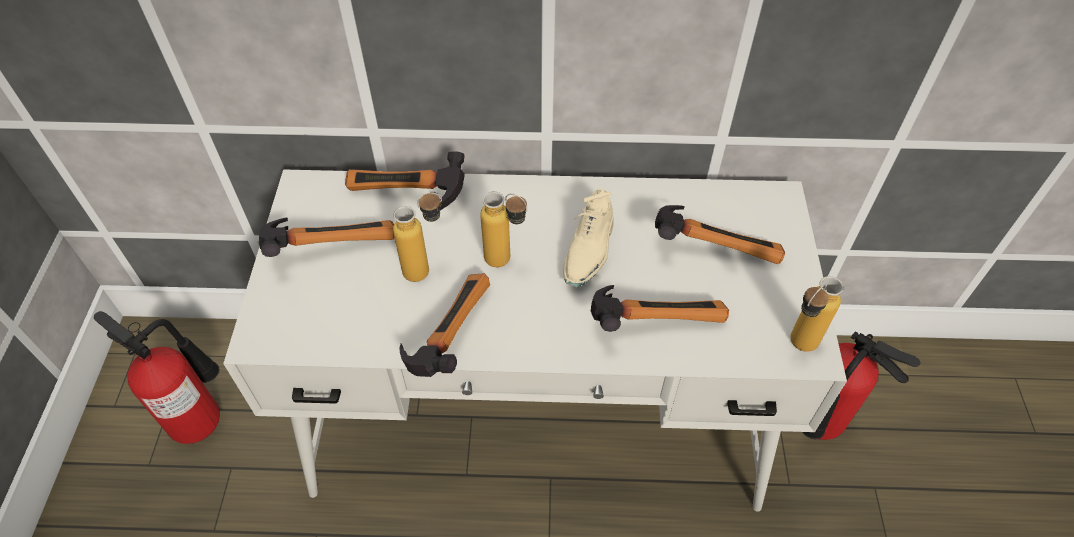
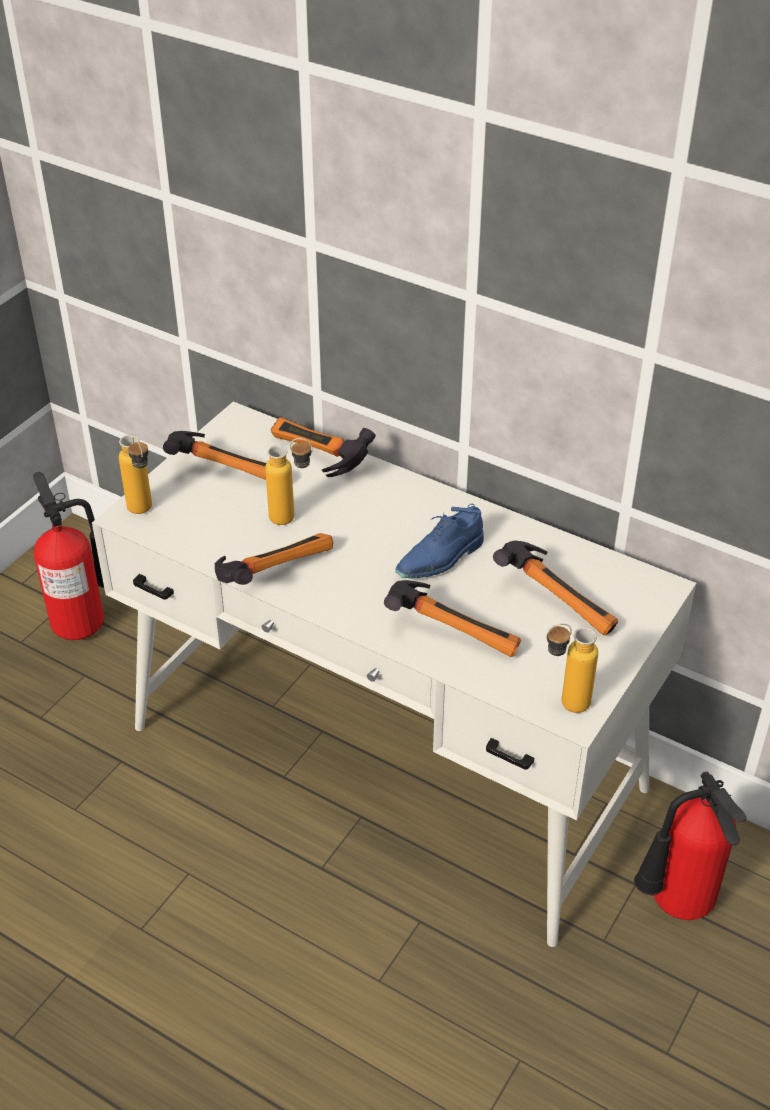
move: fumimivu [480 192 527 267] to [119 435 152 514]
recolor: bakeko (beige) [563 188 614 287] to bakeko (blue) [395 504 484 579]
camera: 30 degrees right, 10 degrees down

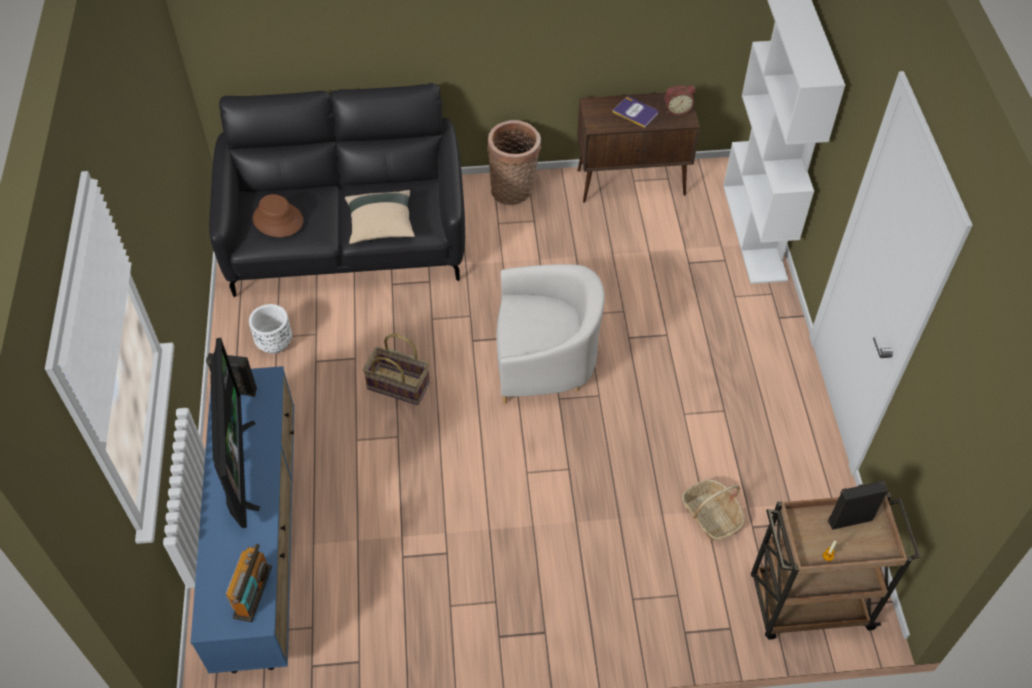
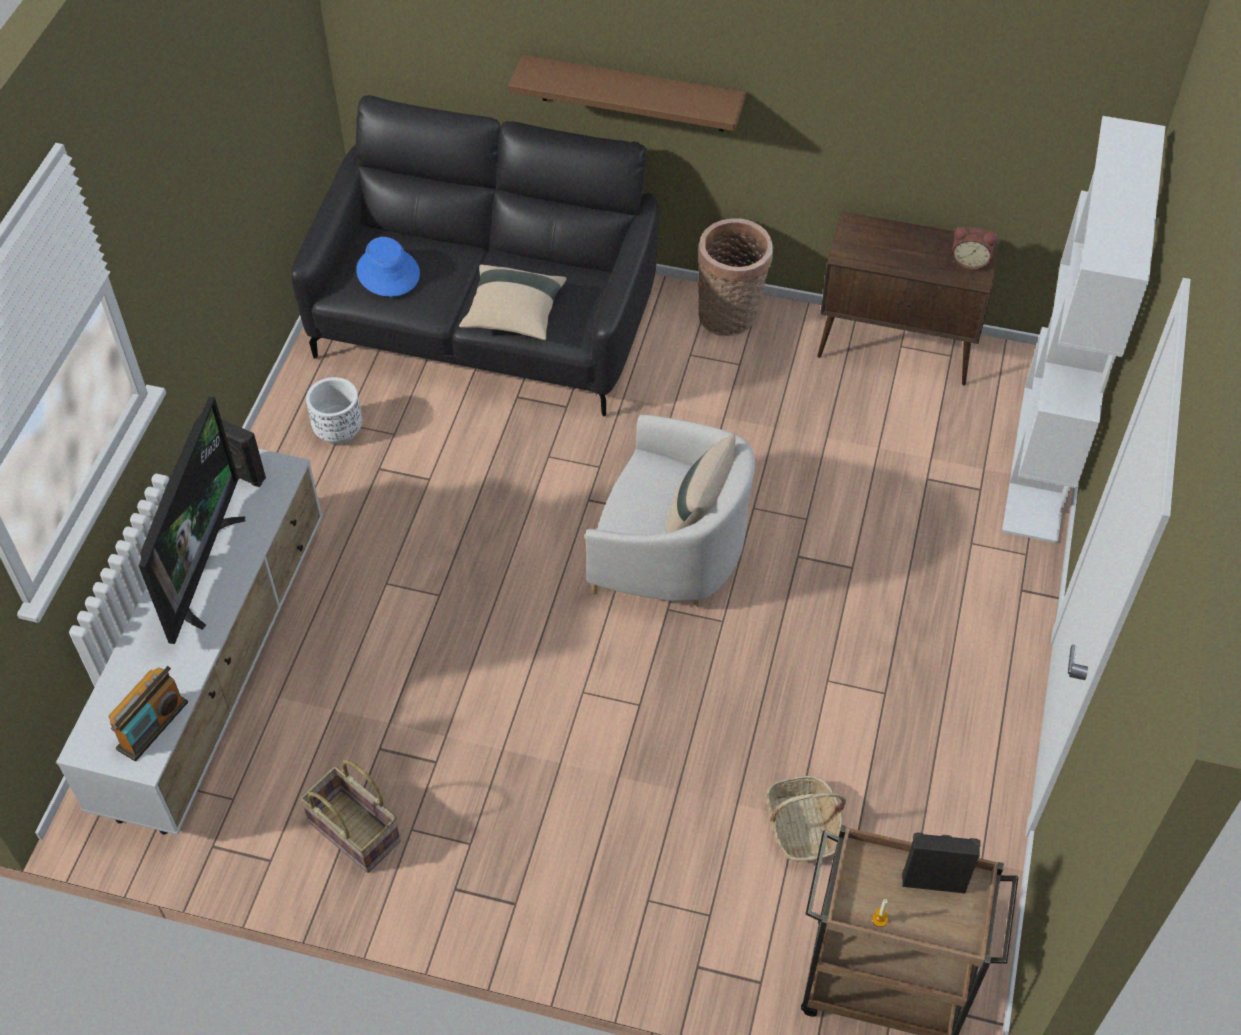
delete: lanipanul [613 97 658 128]
insert: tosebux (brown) [508 55 746 132]; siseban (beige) [665 434 736 533]
move: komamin [363 334 430 405] to [300 760 401 873]
recolor: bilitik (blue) [191 366 294 674] to bilitik (white) [56 449 323 835]; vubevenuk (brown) [253 194 303 237] to vubevenuk (blue) [356 237 420 297]
camera: 20 degrees right, 0 degrees up

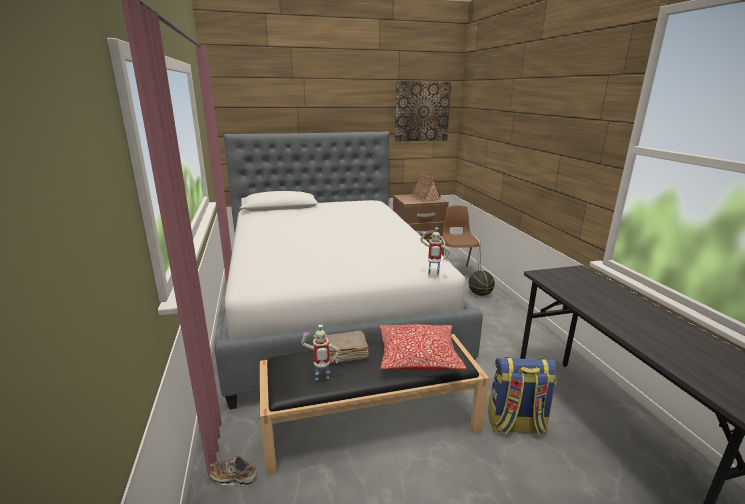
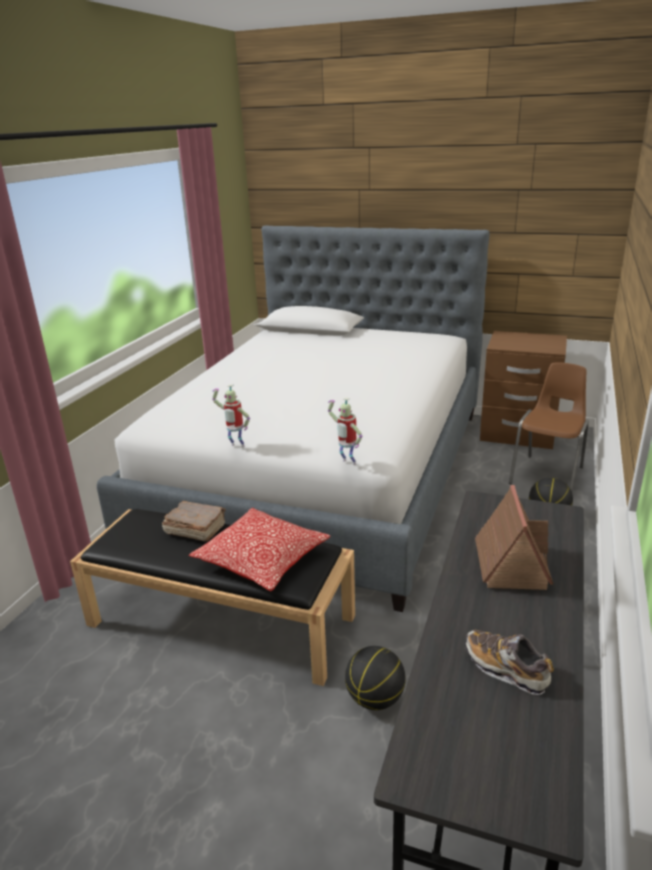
delete: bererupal [395 81 451 141]
move: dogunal [301 325 340 380] to [212 384 250 447]; bakeko [208 455 257 486] to [465 630 554 695]; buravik [412 174 441 202] to [475 485 554 590]
replace: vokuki [488 357 556 436] to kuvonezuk [345 646 406 710]
camera: 35 degrees right, 5 degrees up

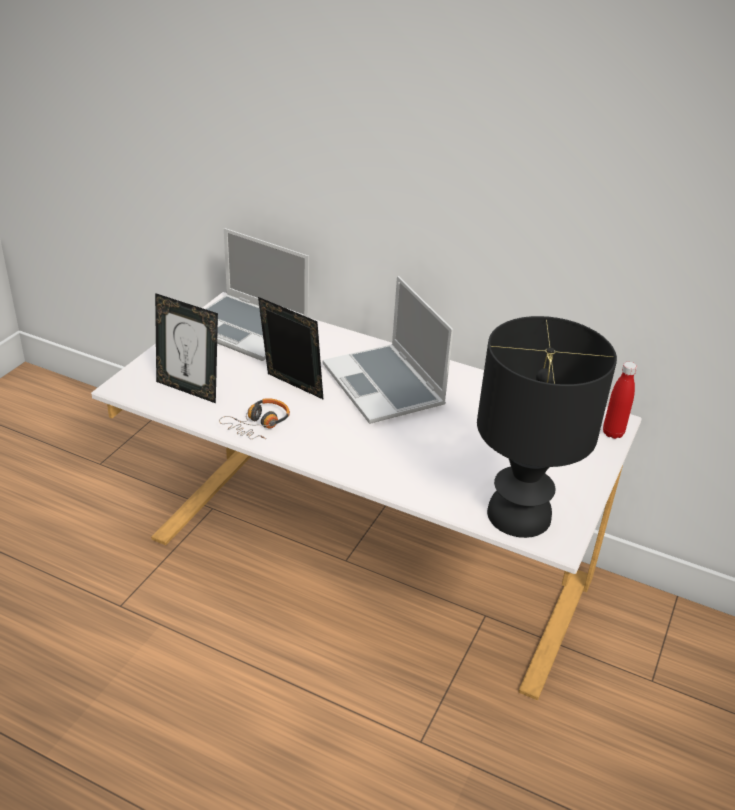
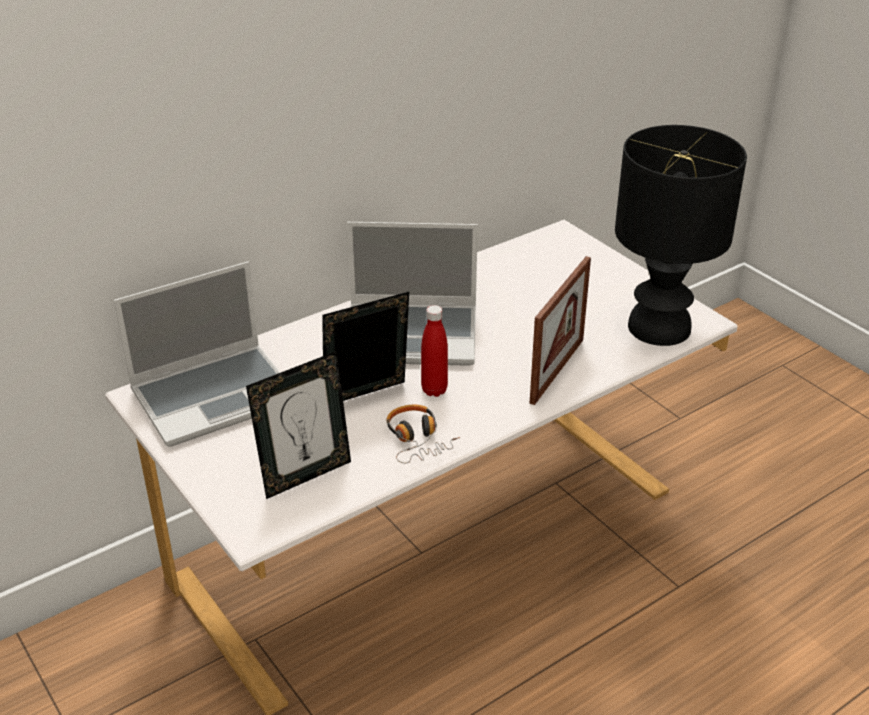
insert: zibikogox [530 256 591 405]
move: fumimivu (red) [603 362 637 439] to [421 305 448 397]
camera: 60 degrees left, 0 degrees up

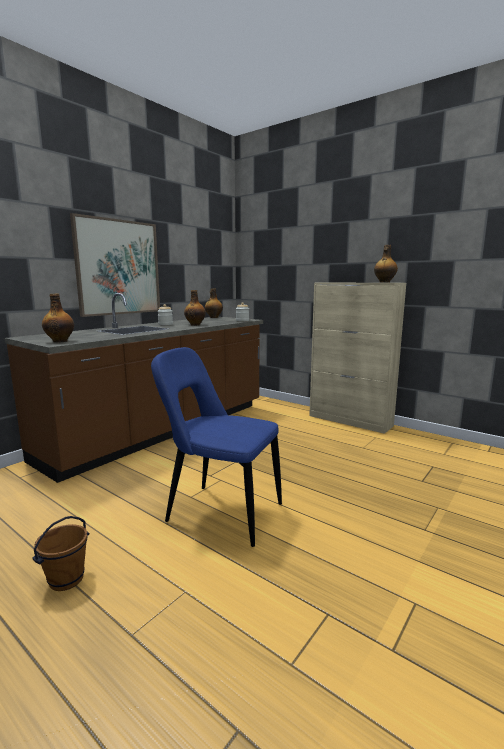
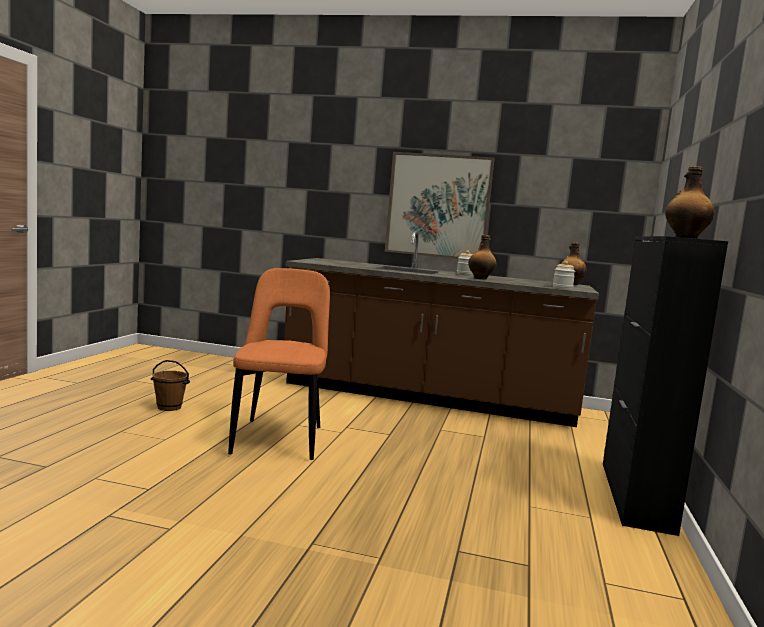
delete: fumimivu [42 293 74 343]
recolor: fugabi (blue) [151 347 282 547] to fugabi (orange) [228 268 330 460]; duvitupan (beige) [309 283 406 434] to duvitupan (black) [603 236 728 536]
camera: 65 degrees right, 5 degrees down

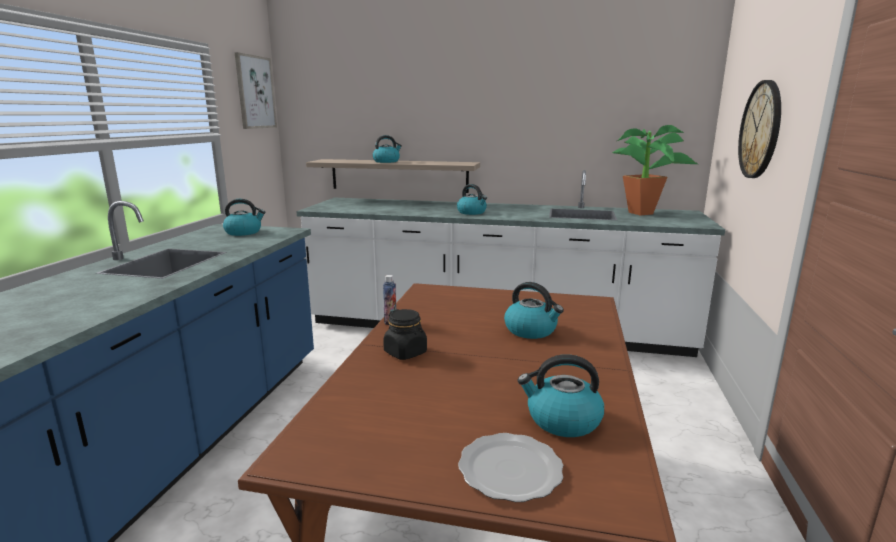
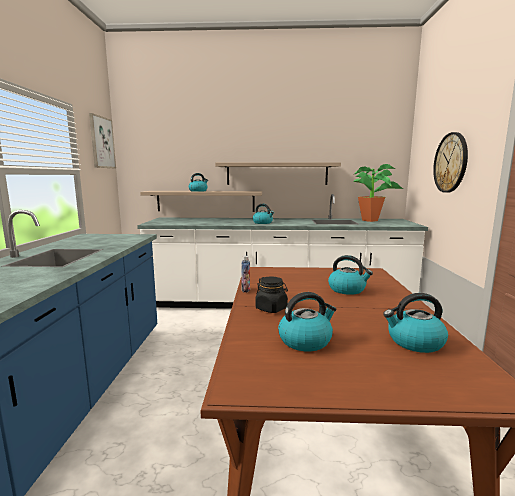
delete: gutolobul [458 433 563 502]
insert: tosebux [215 162 341 185]
move: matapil [223 199 265 236] to [278 292 337 351]
camera: 10 degrees left, 5 degrees down

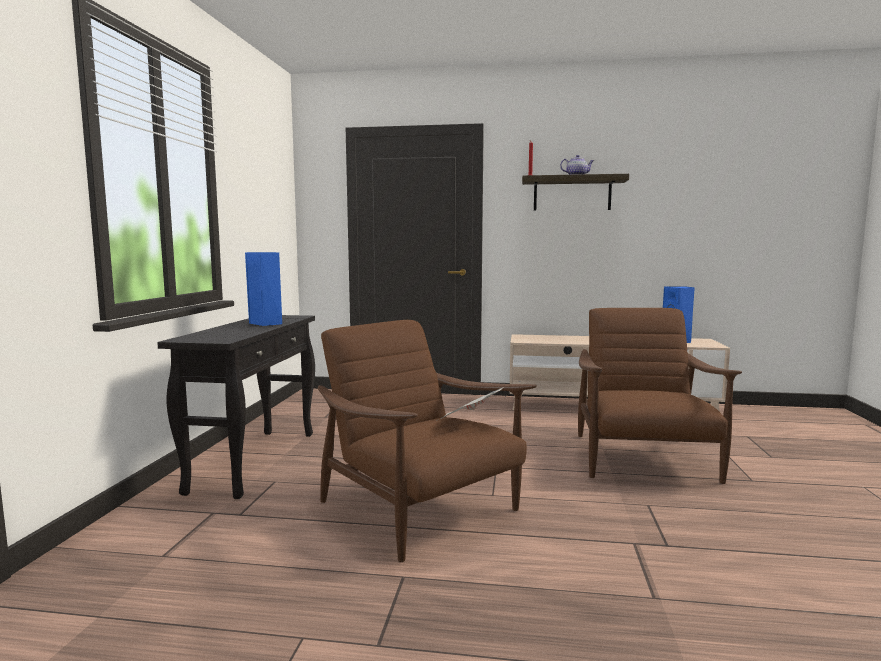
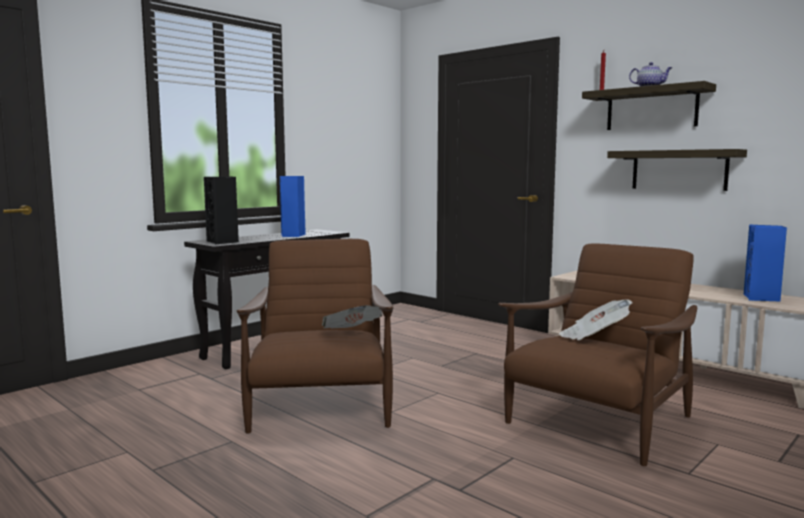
insert: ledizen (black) [204 177 239 244]; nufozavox [559 299 633 340]; tosebux [607 149 747 191]
camera: 35 degrees right, 0 degrees up

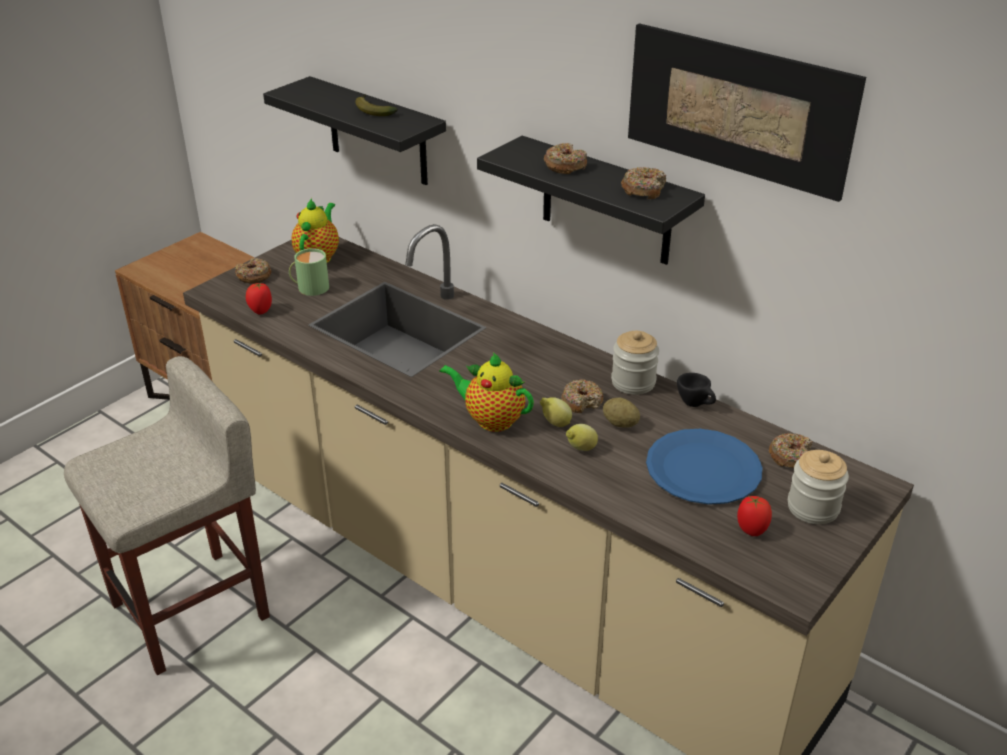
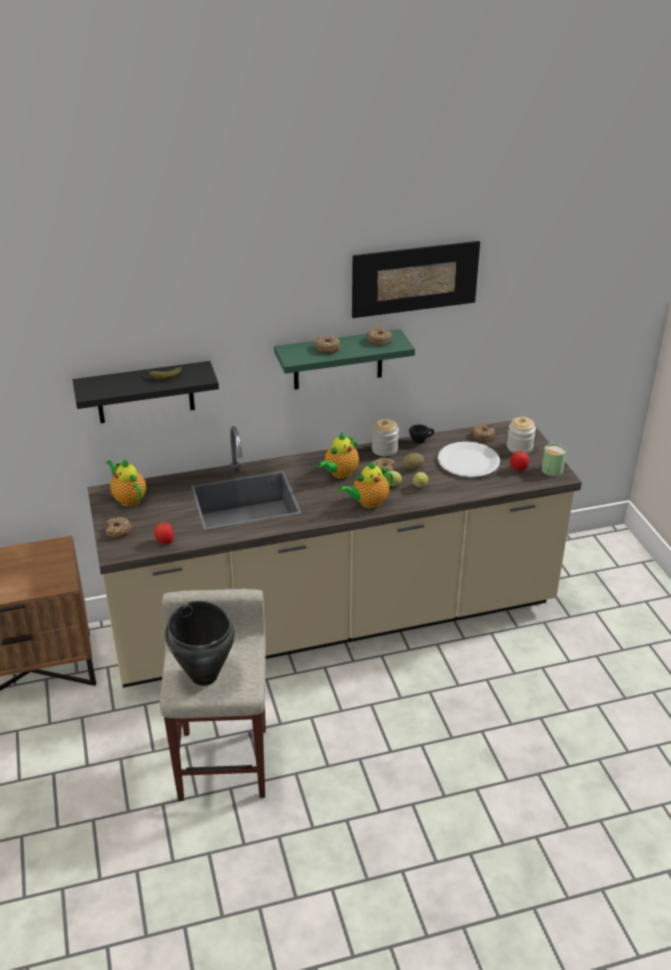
insert: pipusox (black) [165 601 235 686]; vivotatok [318 433 359 478]
move: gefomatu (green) [289 248 329 296] to [542 443 566 476]
recolor: tosebux (black) [477 136 705 265] to tosebux (green) [274 329 415 390]; gutolobul (blue) [646 429 762 505] to gutolobul (white) [438 442 500 477]
camera: 55 degrees left, 0 degrees up

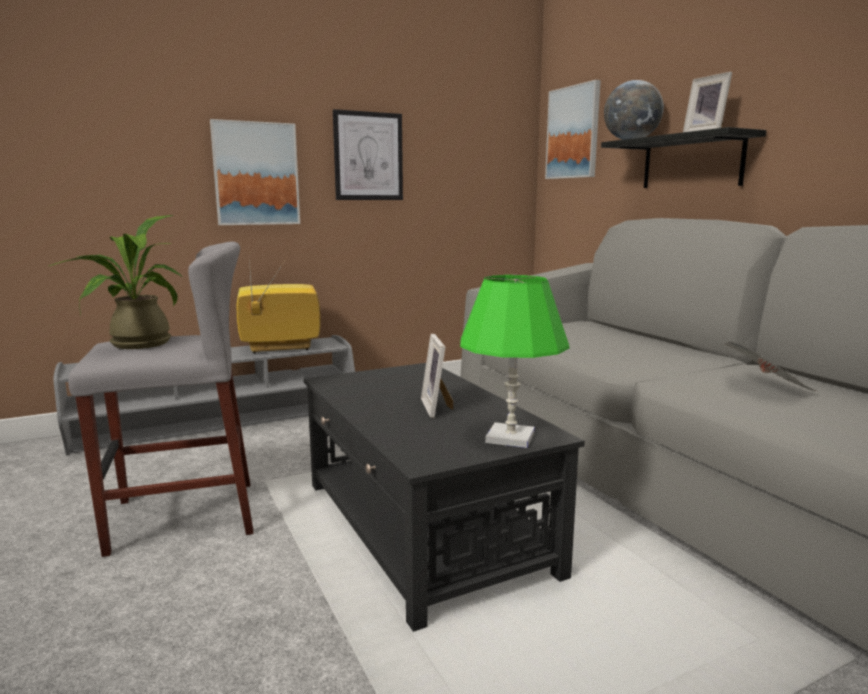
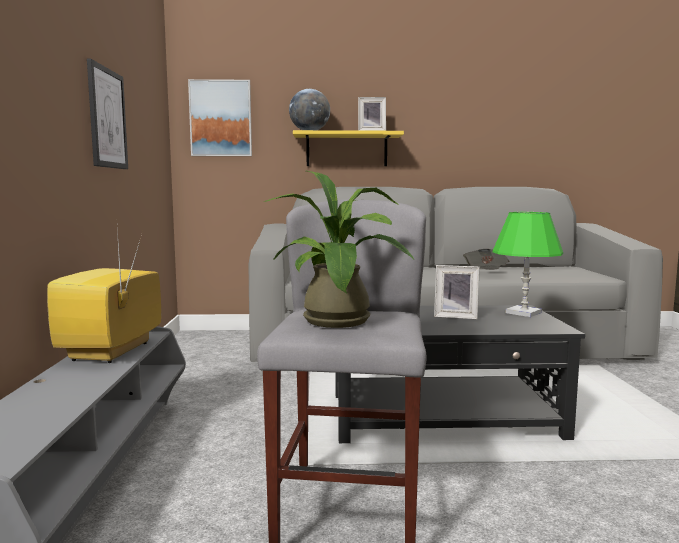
delete: bererupal [210 119 300 225]
recolor: tosebux (black) [601 127 767 188] to tosebux (yellow) [293 130 404 166]
camera: 65 degrees left, 5 degrees down

